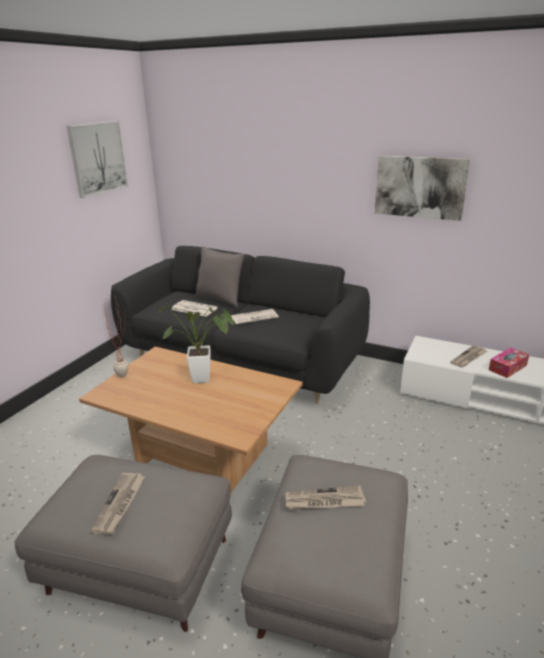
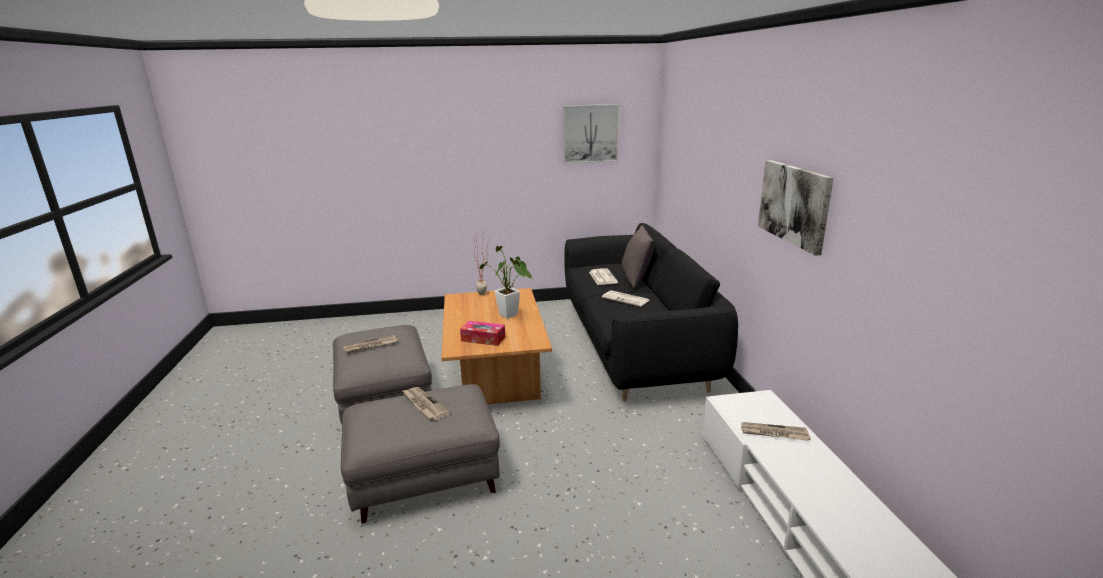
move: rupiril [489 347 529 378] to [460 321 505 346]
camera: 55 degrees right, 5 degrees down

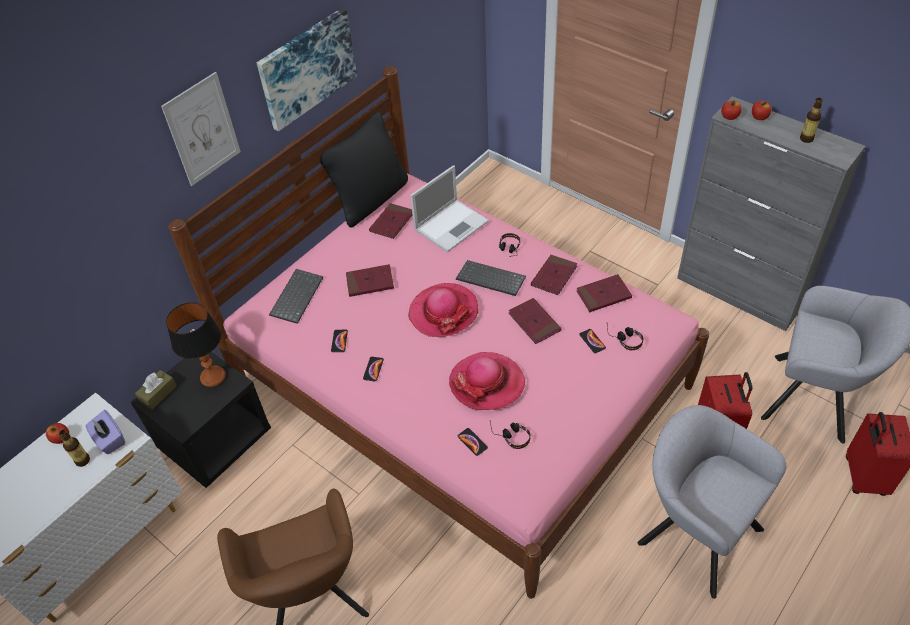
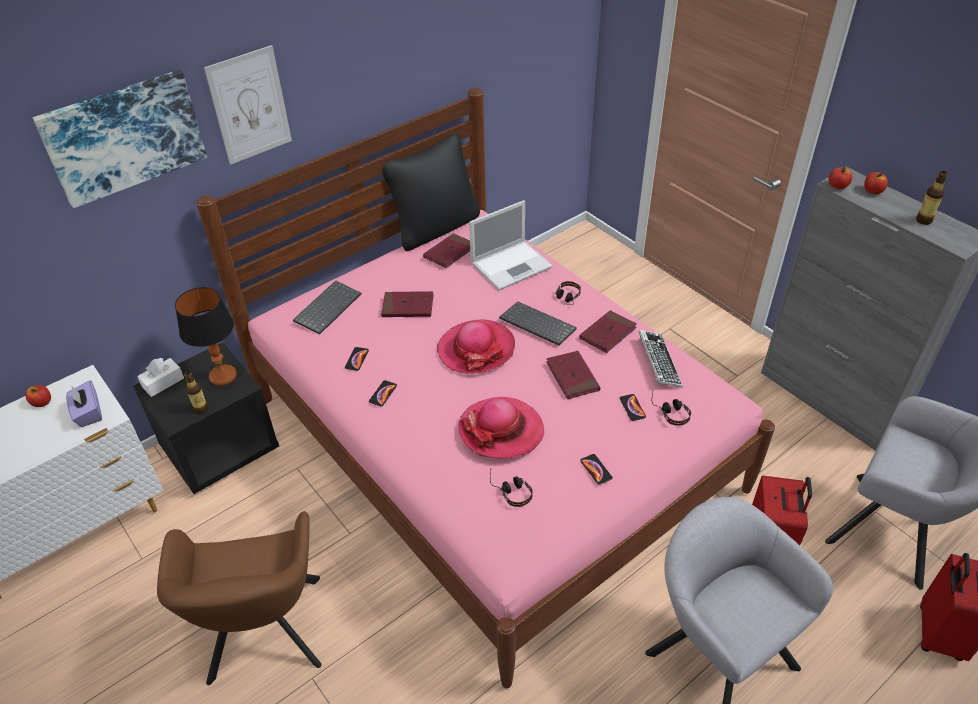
move: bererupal [257 8 357 131] to [33 70 207 208]; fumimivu [59 430 90 467] to [184 371 208 414]; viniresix [458 428 488 456] to [580 454 612 485]
replace: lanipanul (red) [576 274 632 312] to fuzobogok [638 330 683 387]
recolor: rupiril (brown) [135 370 177 410] to rupiril (white) [137 358 184 397]
camera: 10 degrees right, 5 degrees down

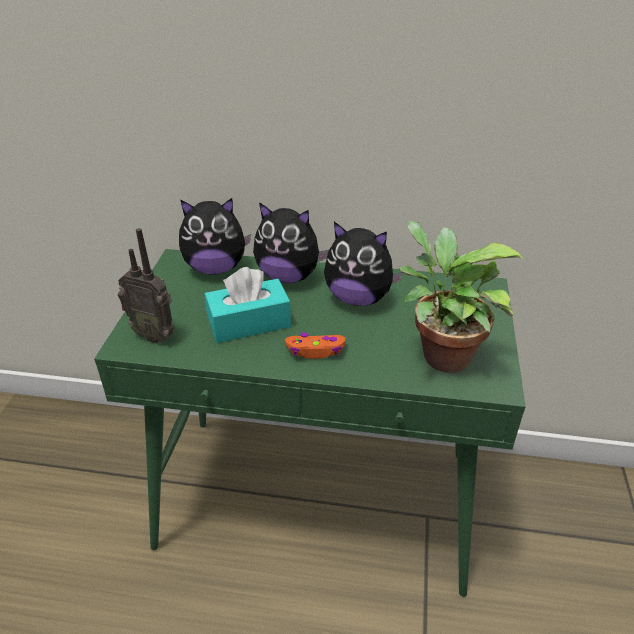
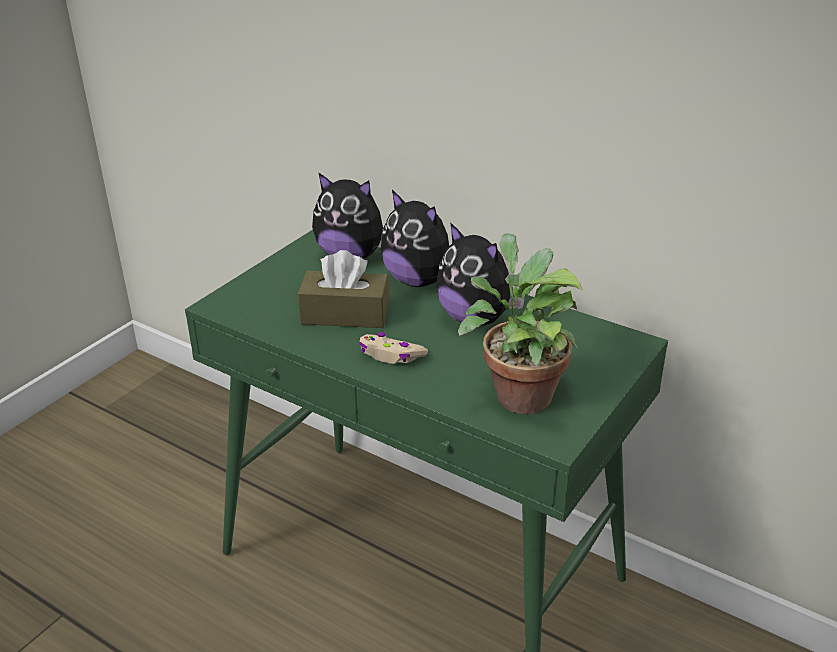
delete: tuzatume [118 228 174 343]
recolor: rupiril (turquoise) [205 267 291 343] to rupiril (brown) [298 250 389 328]; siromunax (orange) [285 333 346 359] to siromunax (beige) [359 332 428 364]
camera: 25 degrees right, 5 degrees down

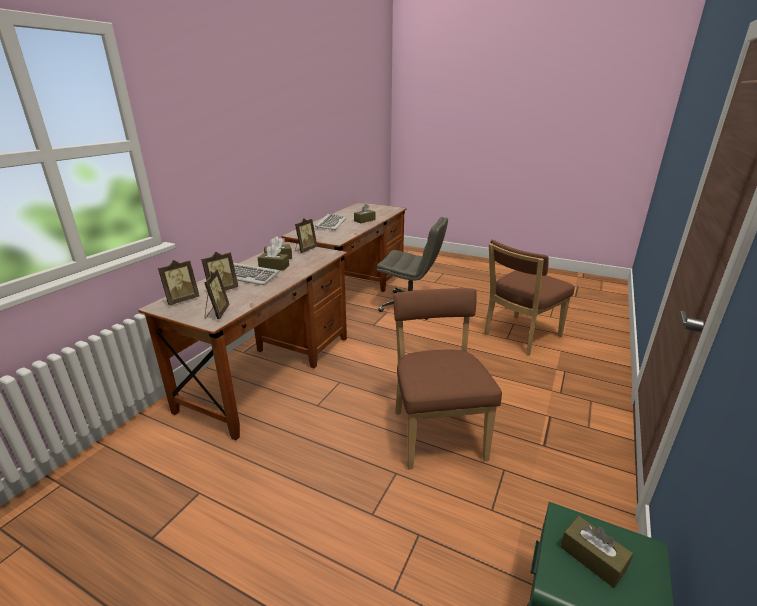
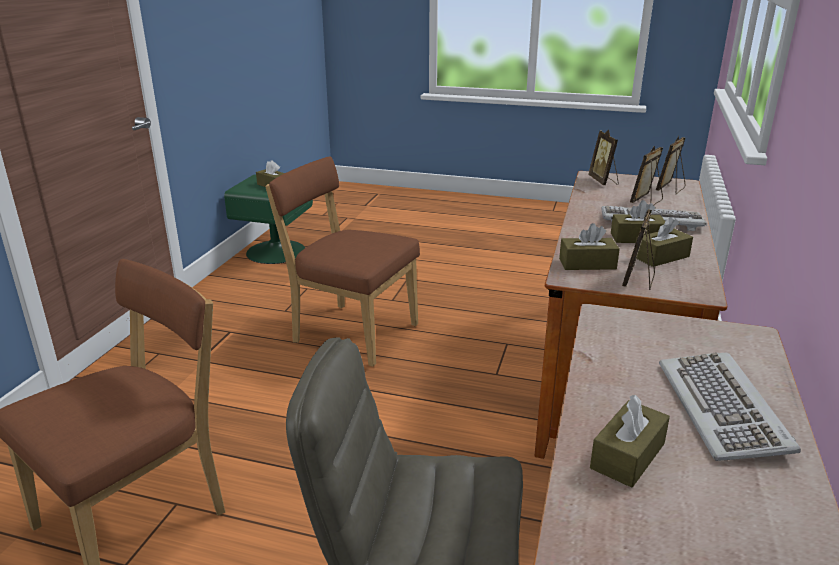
insert: rupiril (brown) [559 223 620 270]
rotate: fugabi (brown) [393 288 502 469] = [265 156 420 367] 135 degrees clockwise
camera: 170 degrees right, 0 degrees up

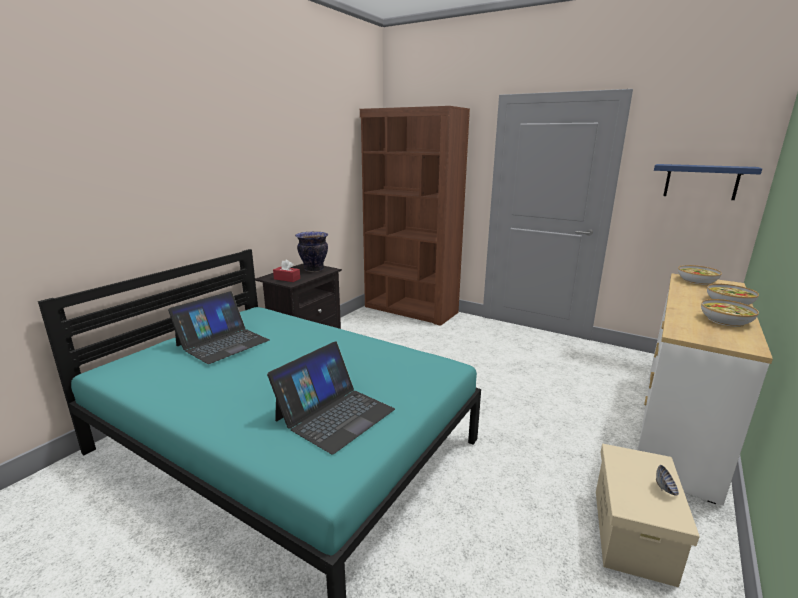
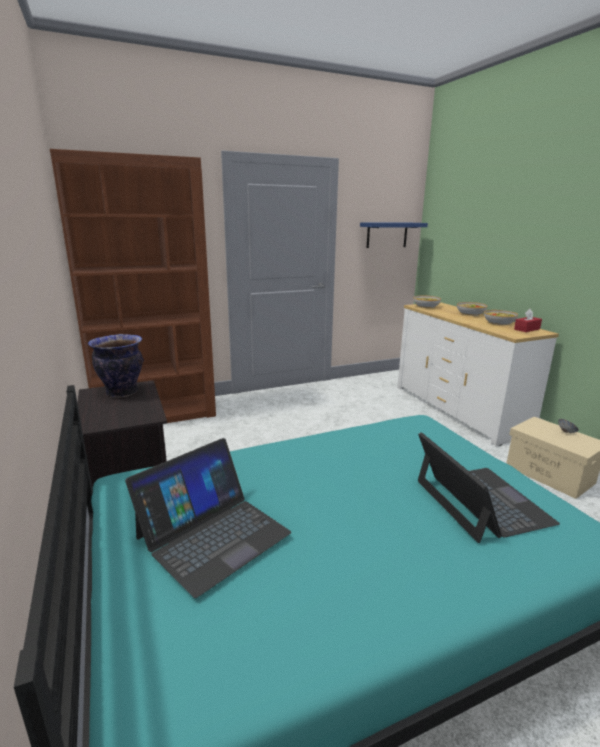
move: rupiril (red) [273 259 300 282] to [514 309 542 332]
rotate: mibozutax [168 291 269 364] = [125 438 291 598] 60 degrees clockwise
camera: 55 degrees left, 0 degrees up

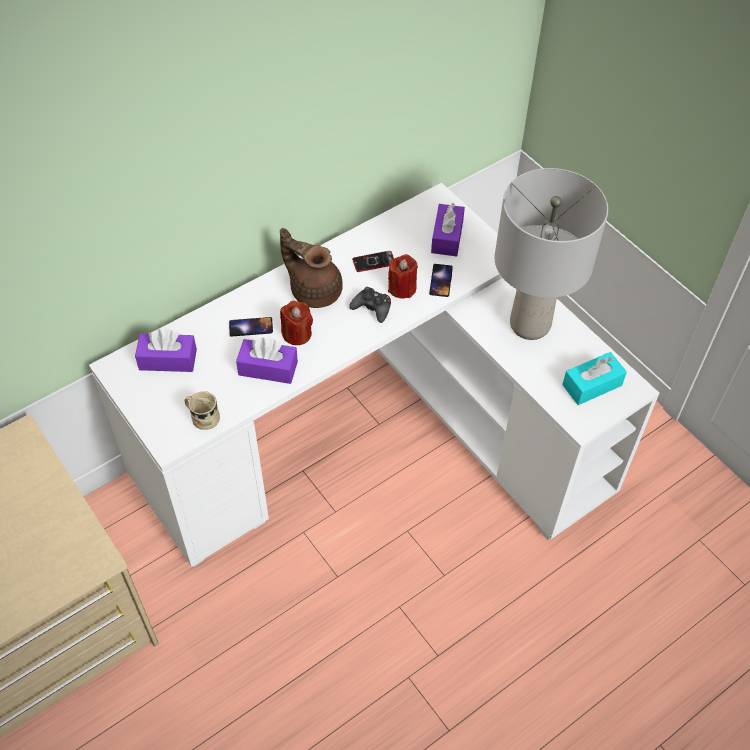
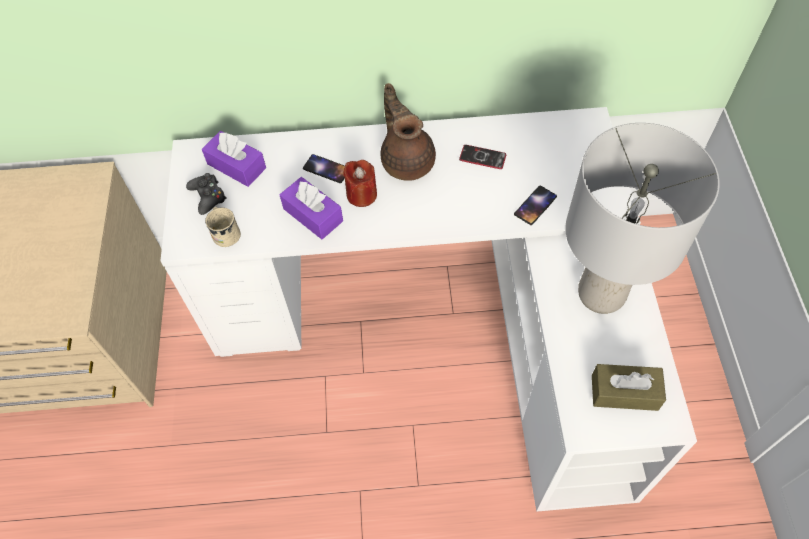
delete: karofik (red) [388 254 418 299]; rupiril (purple) [431 203 465 256]
move: siromunax (black) [349 287 391 323] to [186 173 227 215]
recolor: rupiril (turquoise) [562 352 627 405] to rupiril (brown) [592 364 666 411]
camera: 35 degrees right, 5 degrees up

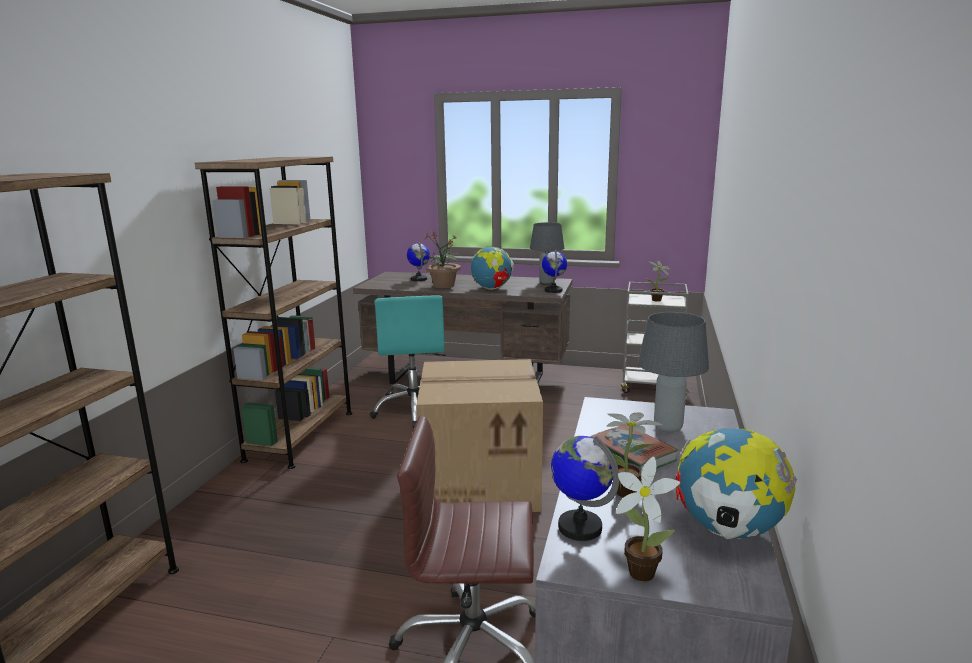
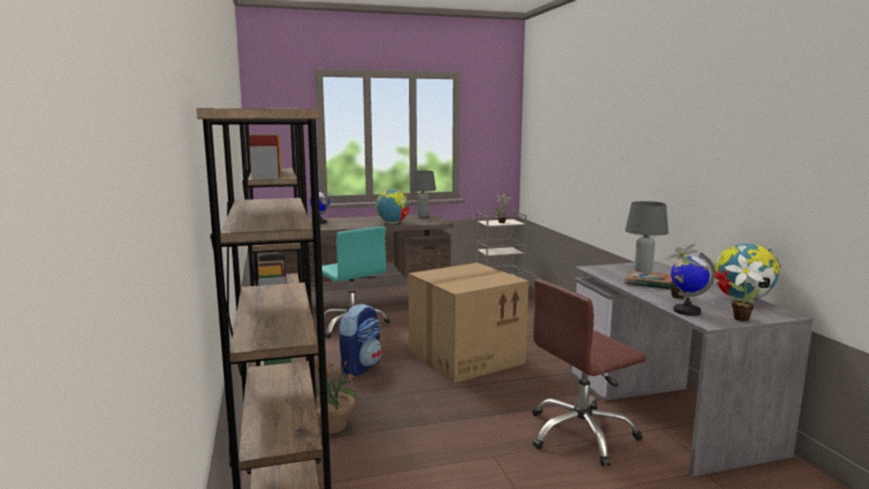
delete: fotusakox [542 250 567 293]
insert: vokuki [337 303 382 376]
move: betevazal [420 232 461 288] to [314 359 360 434]
camera: 30 degrees left, 5 degrees down

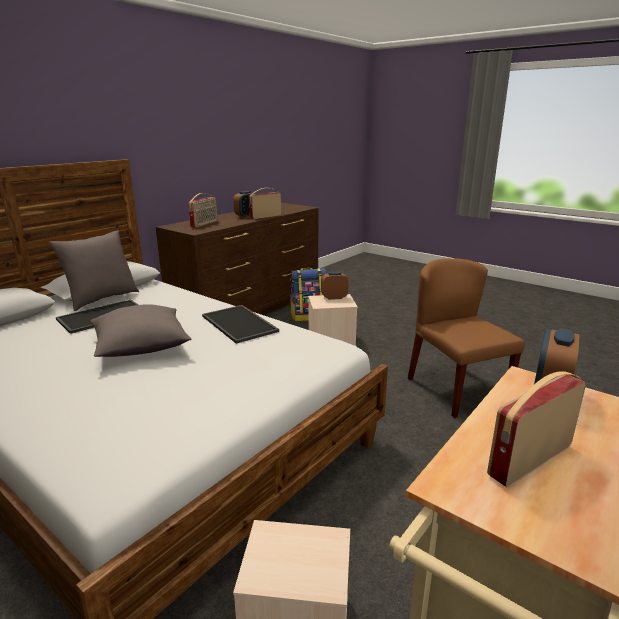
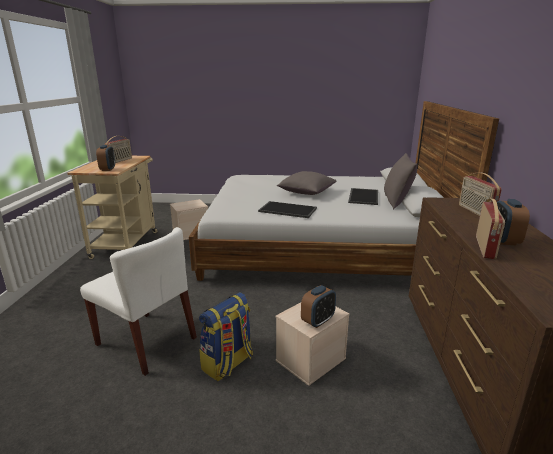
move: vokuki [290 268 327 321] to [199 292 253 381]
recolor: fugabi (brown) [408 258 525 418] to fugabi (white) [80 227 197 376]
camera: 145 degrees right, 0 degrees up

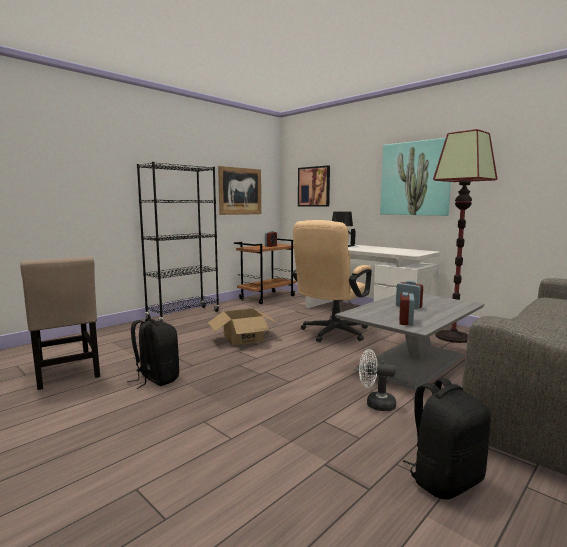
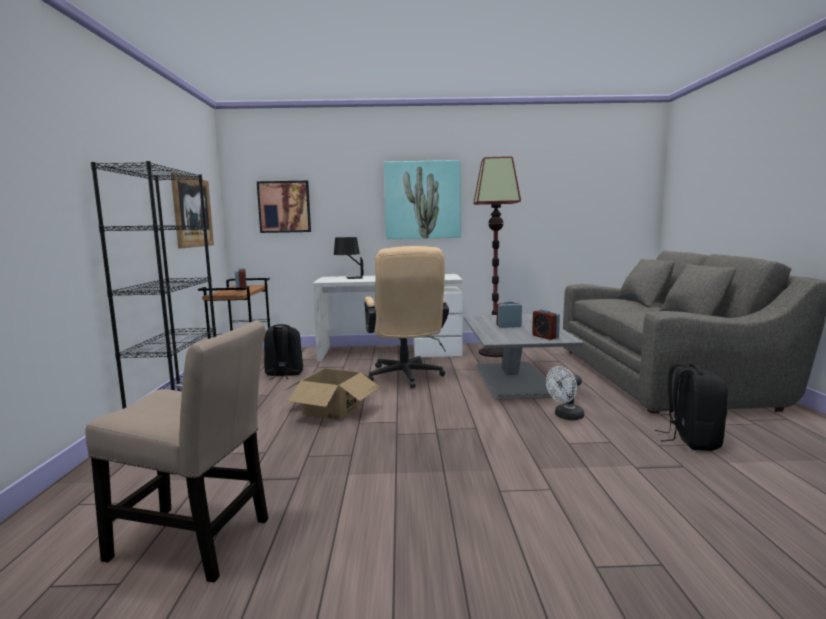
move: vokuki (black) [127 319 179 389] to [264 324 303 380]
camera: 45 degrees left, 0 degrees up

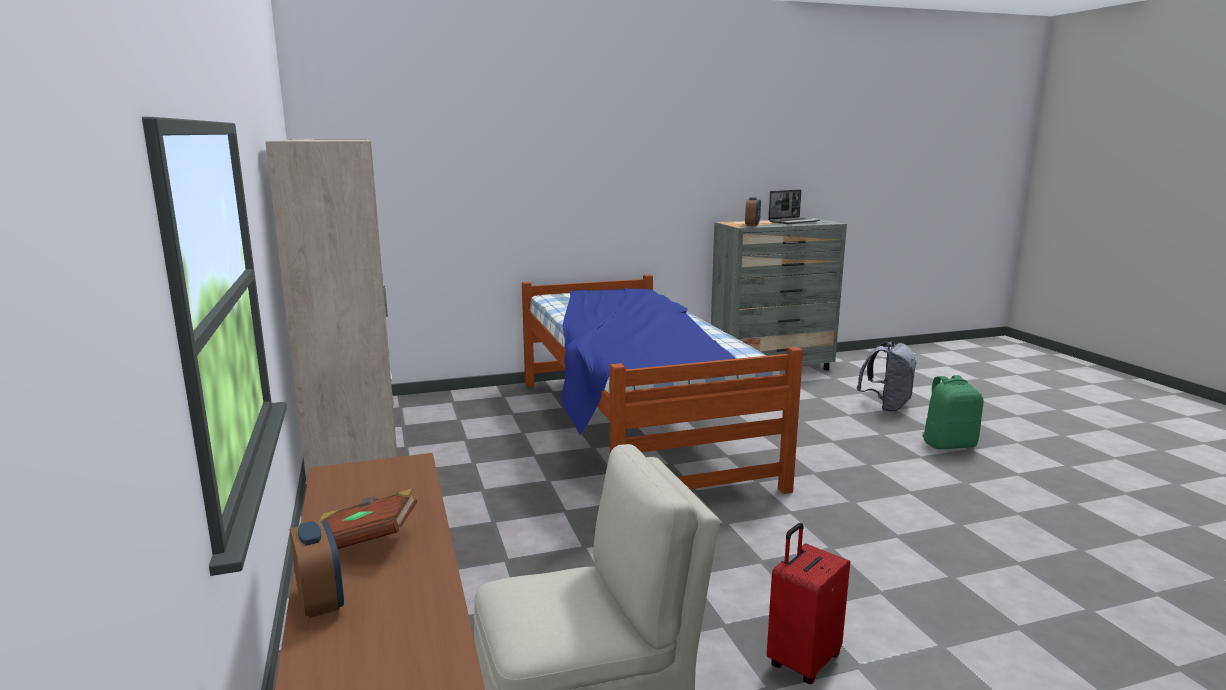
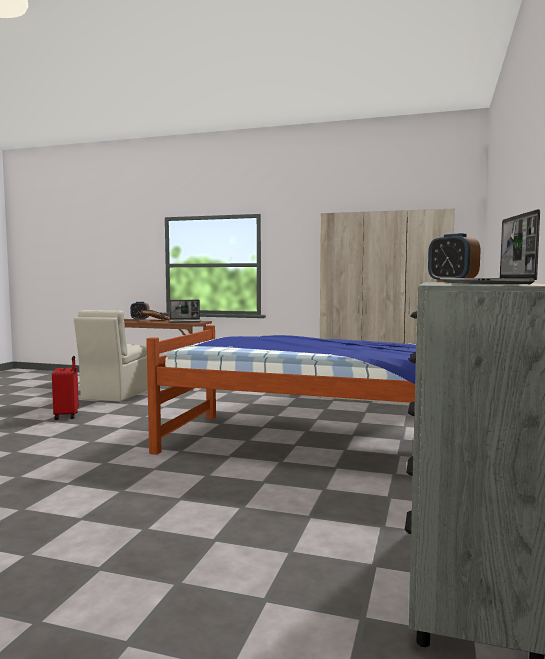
delete: vokuki (grey) [857 341 917 412]; vokuki (green) [922 375 983 449]
insert: mibozutax [169 300 201 323]
camera: 125 degrees right, 10 degrees down

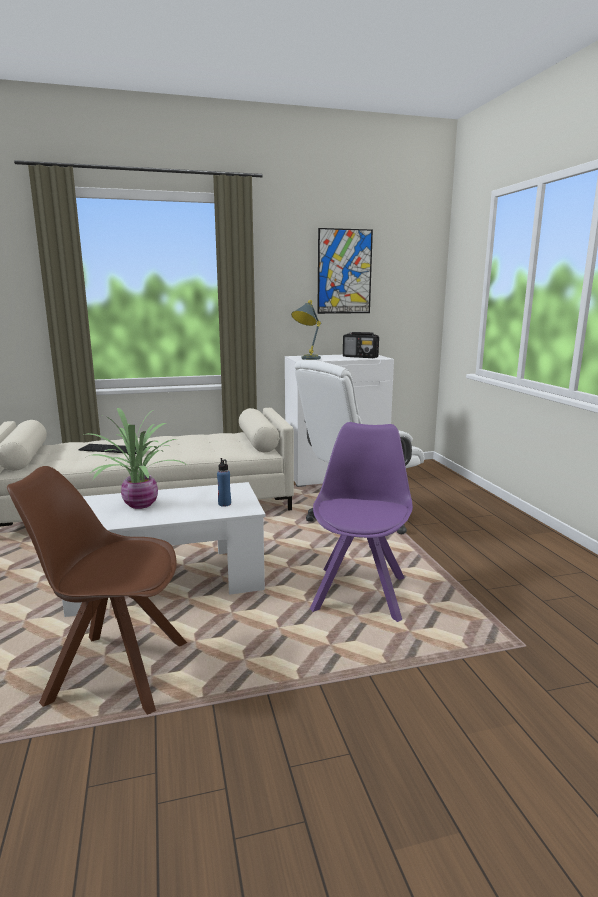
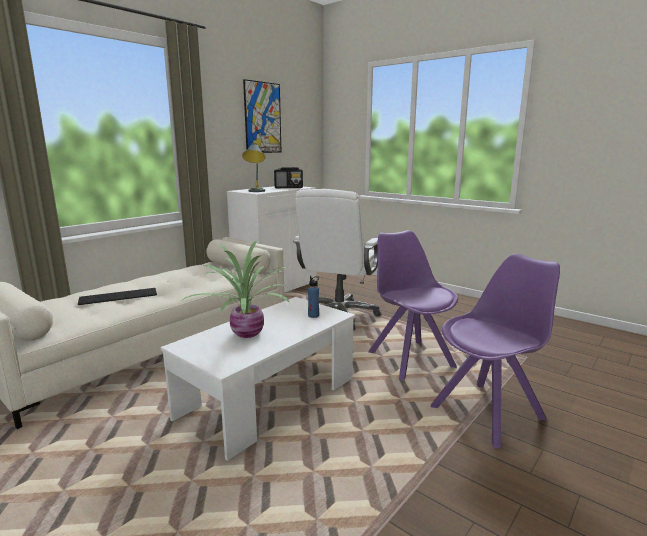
delete: fugabi (brown) [7 466 187 715]
insert: fugabi (purple) [431 253 560 448]
camera: 35 degrees left, 0 degrees up

